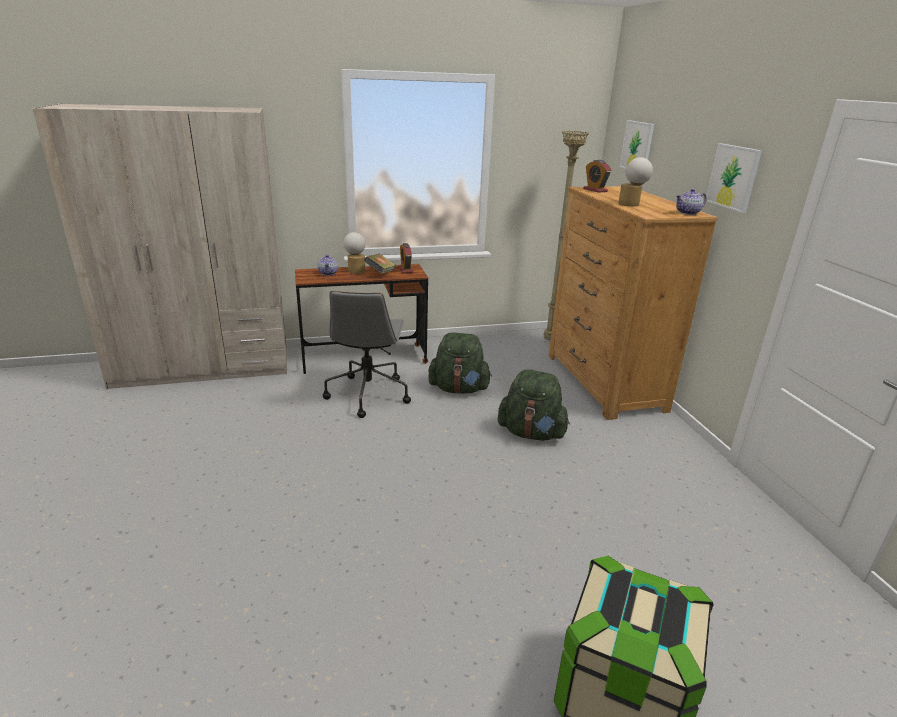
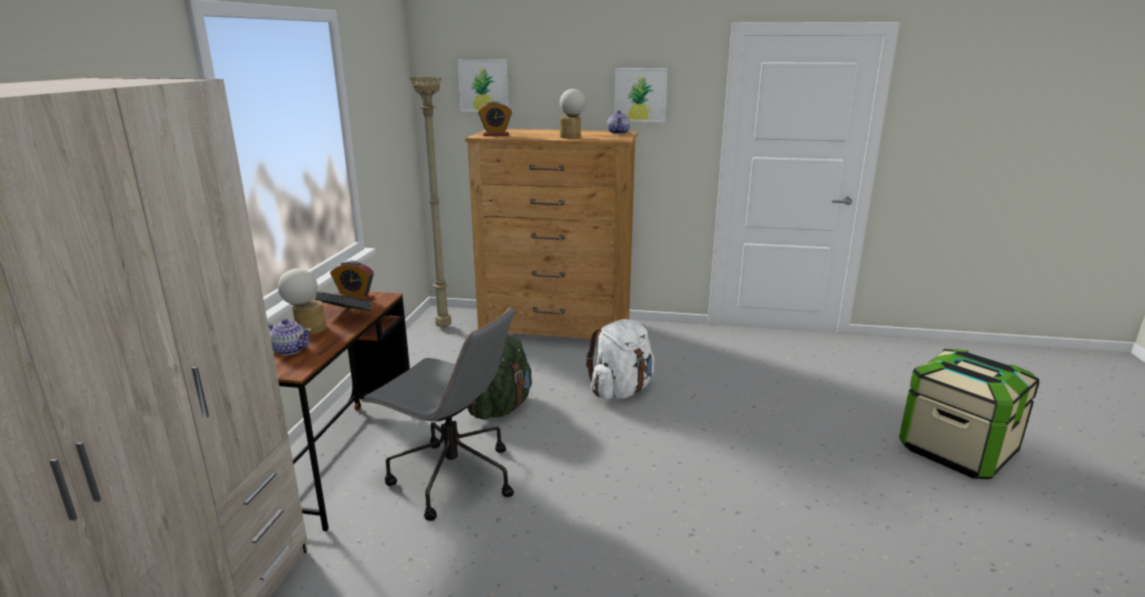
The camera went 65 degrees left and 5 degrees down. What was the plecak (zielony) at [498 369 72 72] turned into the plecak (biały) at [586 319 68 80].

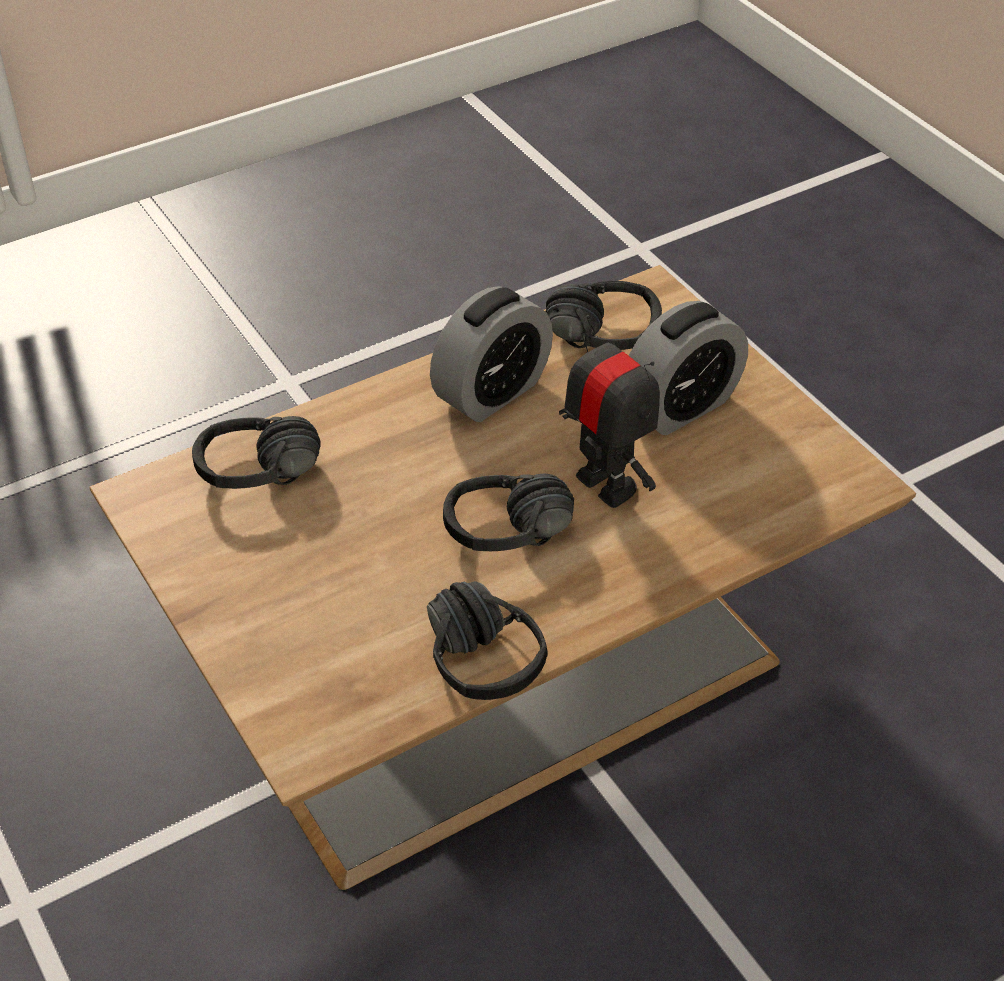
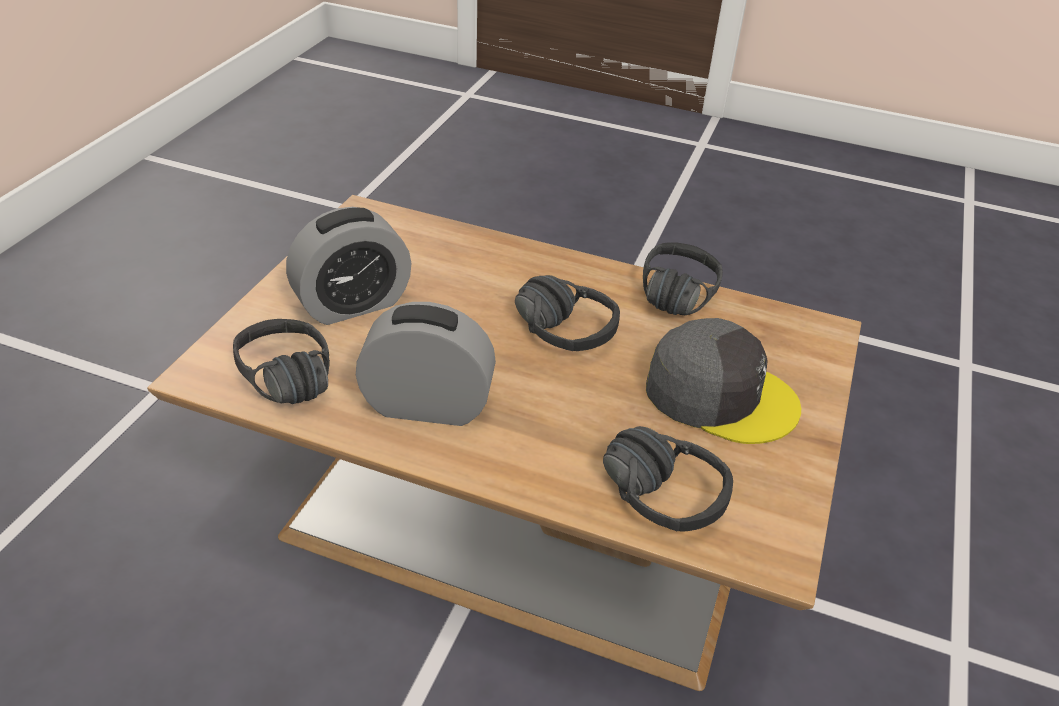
The camera went 130 degrees left and 5 degrees down. The second view lost the robot zabawkowy at [559 315 101 193]. The second view gained the czapka z daszkiem (szary) at [646 318 155 126]. The budzik at [628 301 120 134] ended up facing another way, 135 degrees clockwise from before.

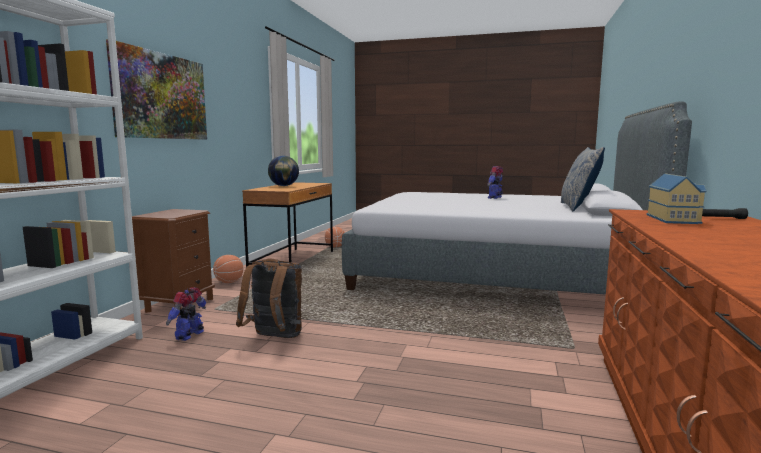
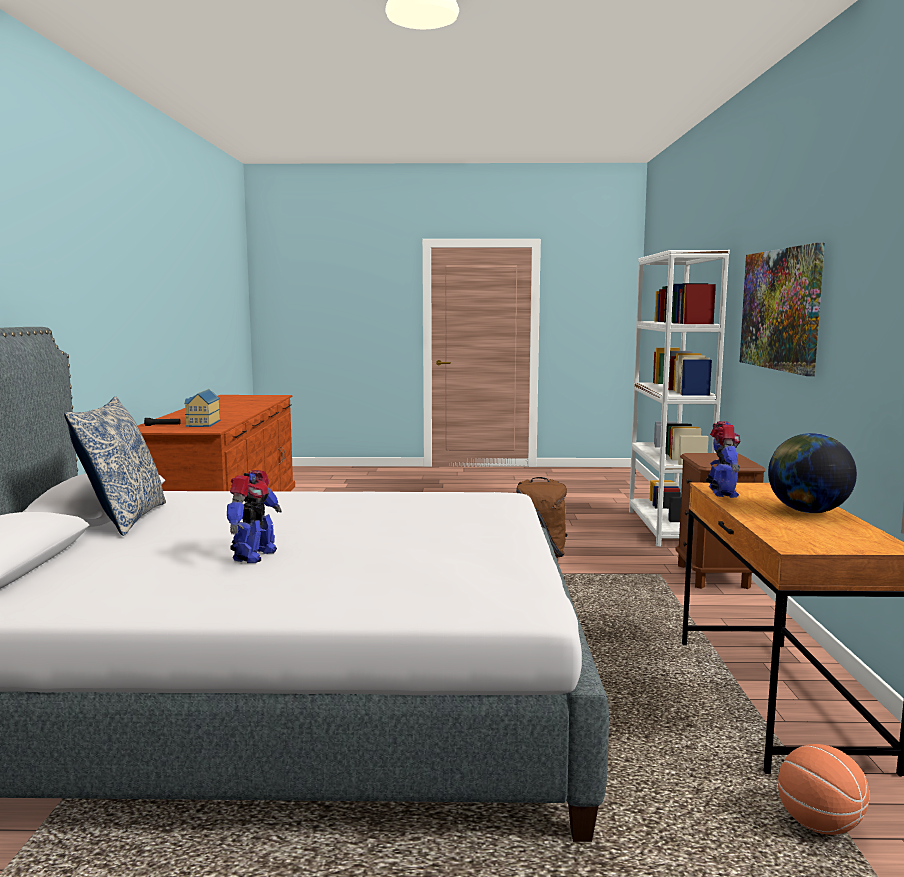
The camera went 165 degrees right and 0 degrees up. The second view lost the piłka do koszykówki at [213 255 30 28]. The robot zabawkowy ended up elsewhere, having gone from [166 288 40 53] to [706 421 35 77].

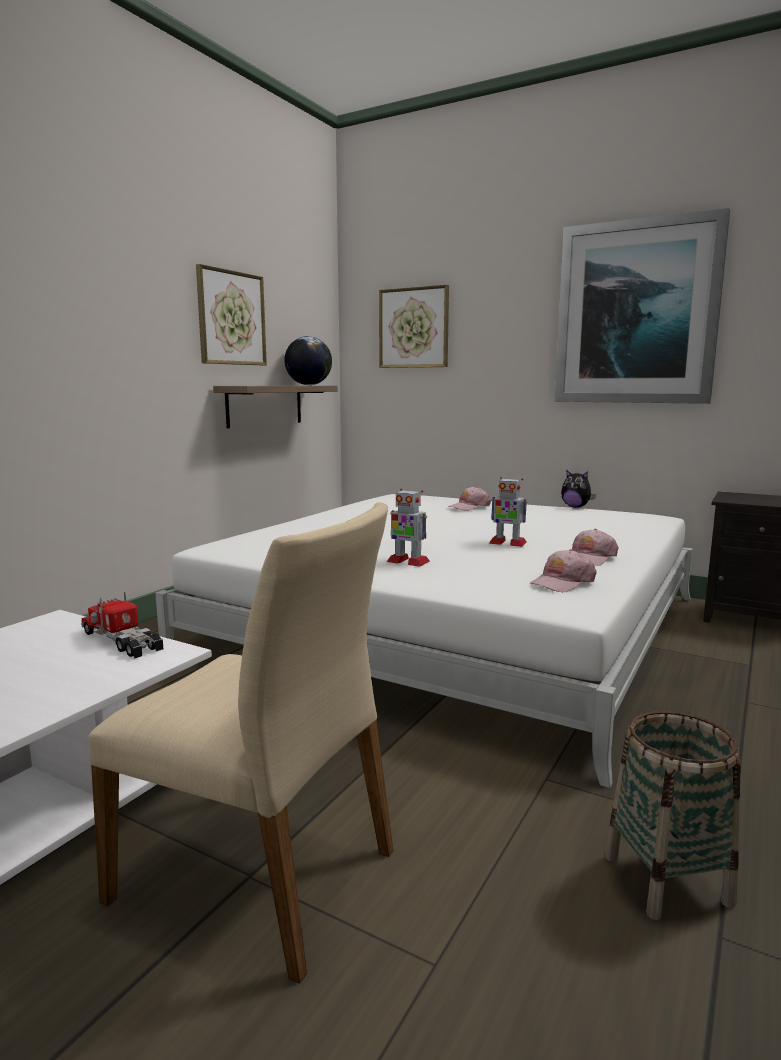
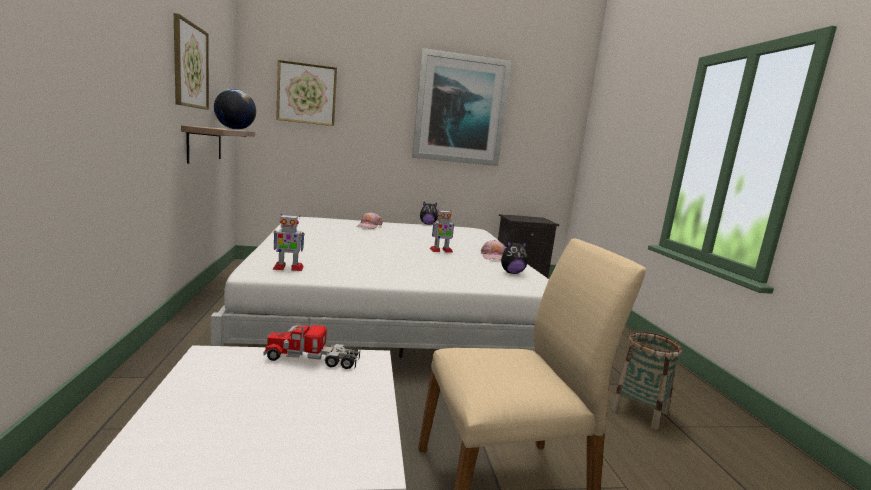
The camera went 40 degrees left and 0 degrees up. The robot zabawkowy ended up elsewhere, having gone from [387 489 43 78] to [272 214 33 57]. Where the czapka z daszkiem (różowy) stood at [530 549 67 43], the pluszak came to stand at [501 240 27 34].

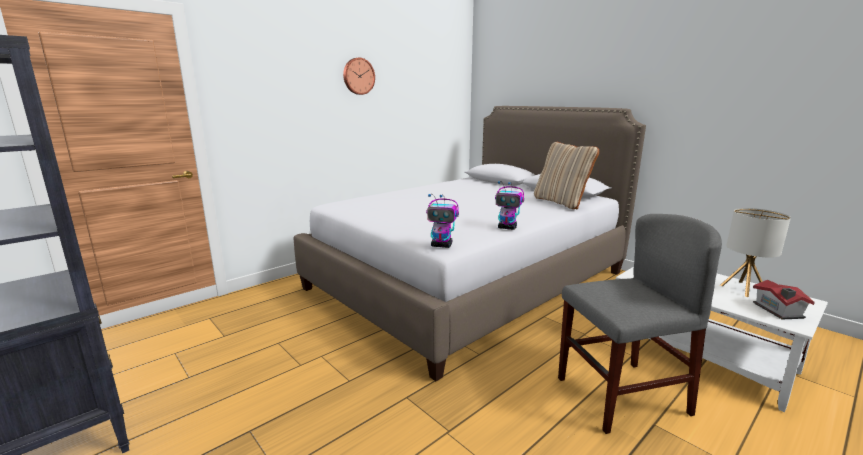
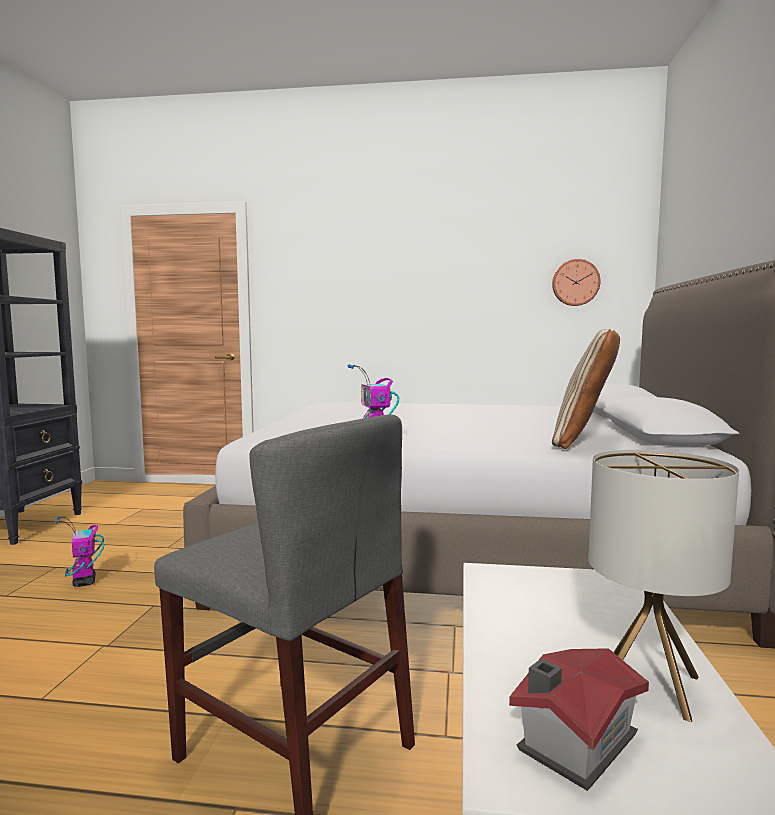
The camera went 50 degrees right and 10 degrees down. The zegar ścienny ended up elsewhere, having gone from [343 58 32 37] to [552 259 49 47]. The robot zabawkowy ended up elsewhere, having gone from [426 194 33 54] to [54 517 50 70].

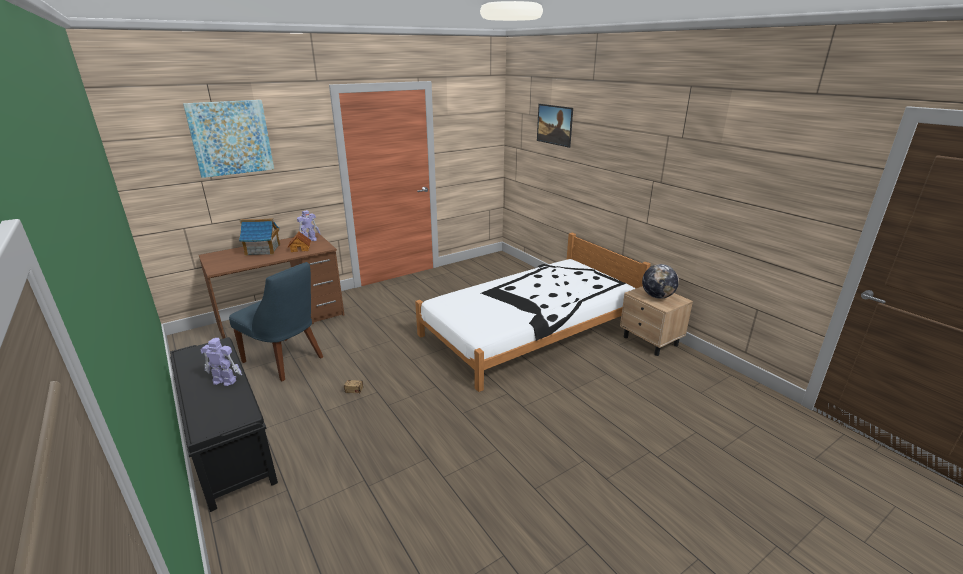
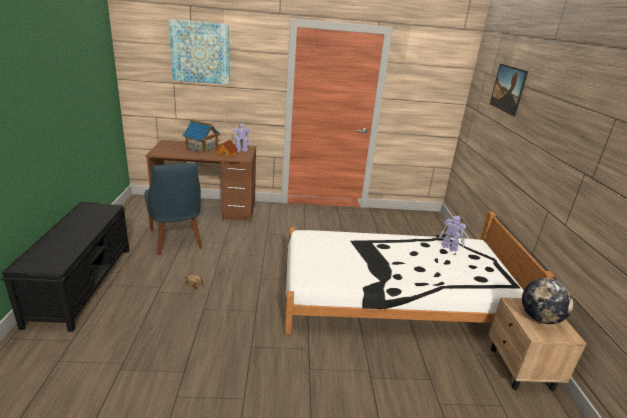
The camera went 30 degrees right and 0 degrees up. The robot zabawkowy ended up elsewhere, having gone from [201 338 41 48] to [439 216 27 35].

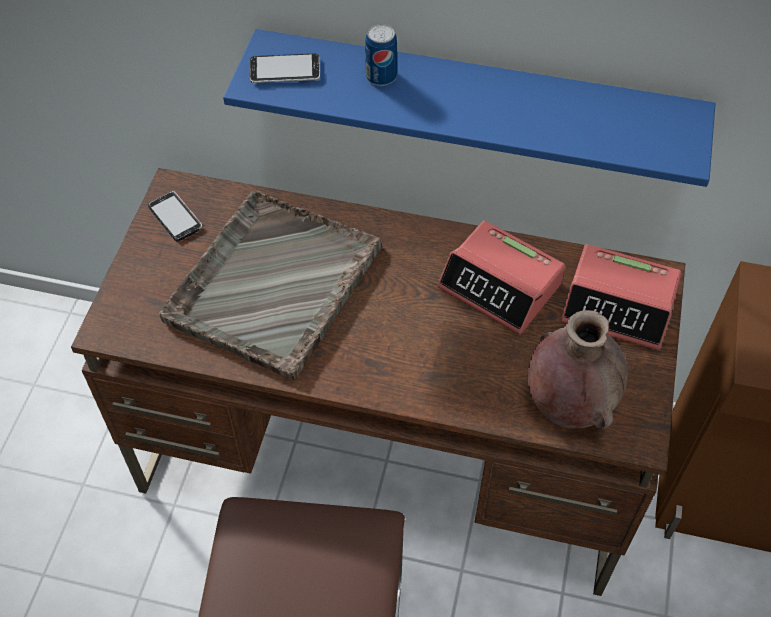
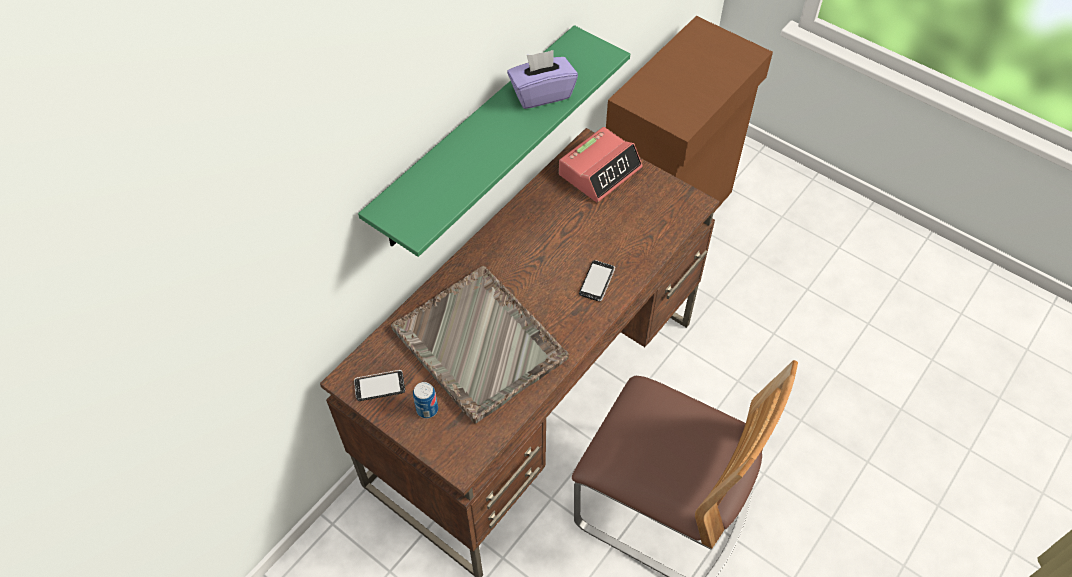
The camera went 65 degrees left and 0 degrees up. The second view lost the budzik at [438 221 127 114]. The second view lost the wazon (brązowy) at [528 310 100 119]. The second view gained the pudełko chusteczek (fioletowy) at [507 50 71 59]. The telefon ended up elsewhere, having gone from [250 54 70 30] to [579 260 36 41]. The puszka ended up elsewhere, having gone from [365 24 32 62] to [413 382 25 36]. What was the półka (niebieski) at [223 29 492 158] turned into the półka (zielony) at [358 25 272 232].

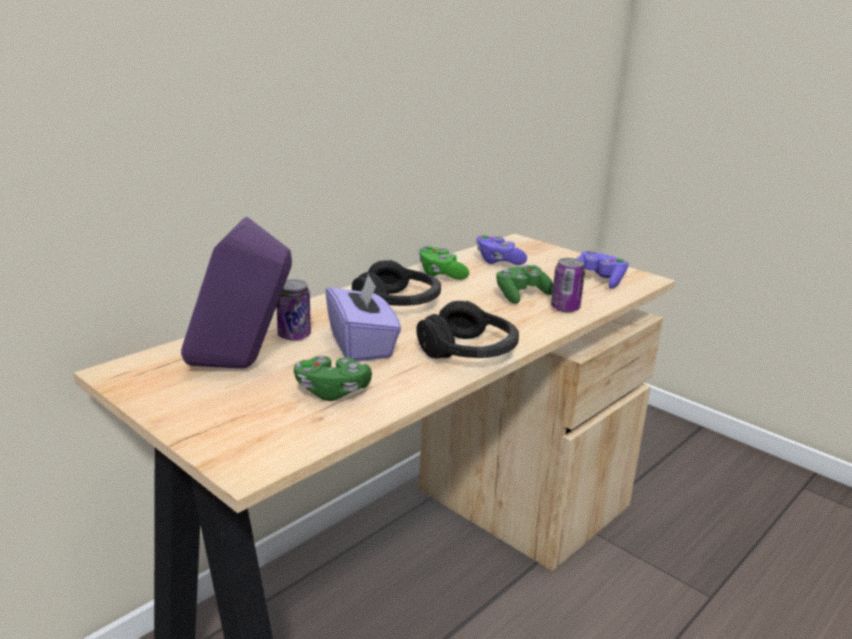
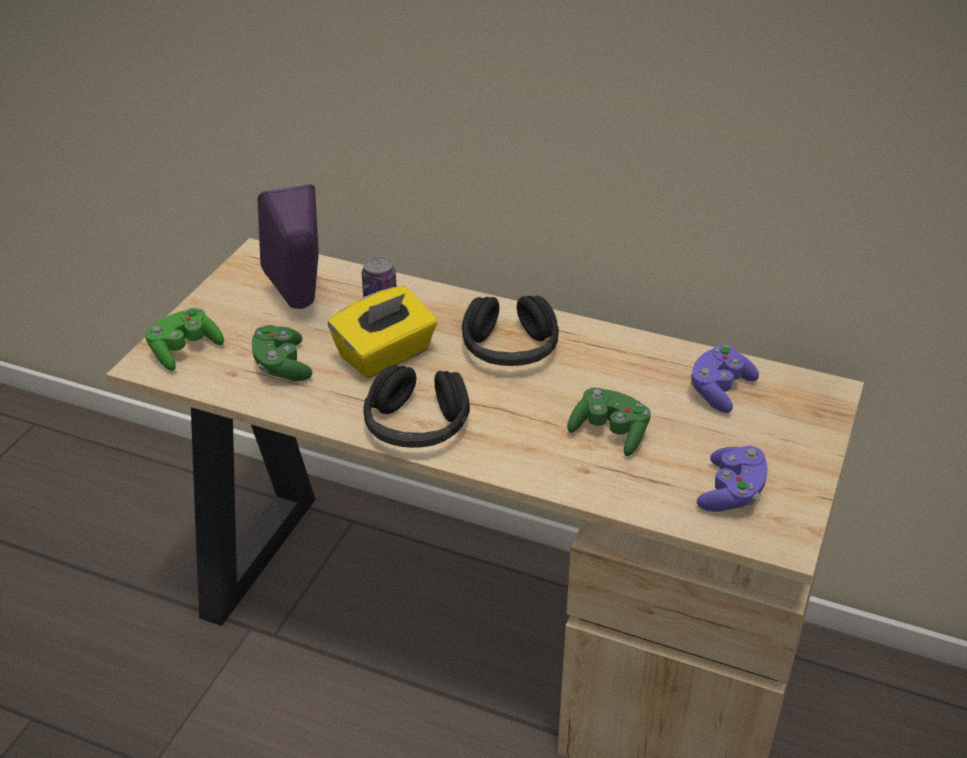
The camera went 70 degrees right and 15 degrees up. The second view lost the puszka at [551 258 34 54]. The pad do gier (zielony) ended up elsewhere, having gone from [418 246 51 34] to [145 308 79 63]. What was the pudełko chusteczek (fioletowy) at [325 273 76 89] turned into the pudełko chusteczek (żółty) at [328 286 110 93].

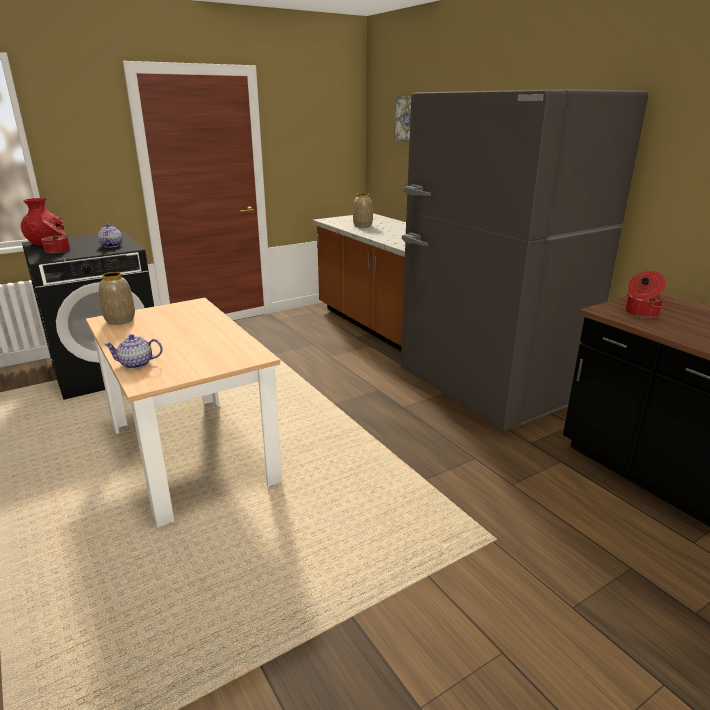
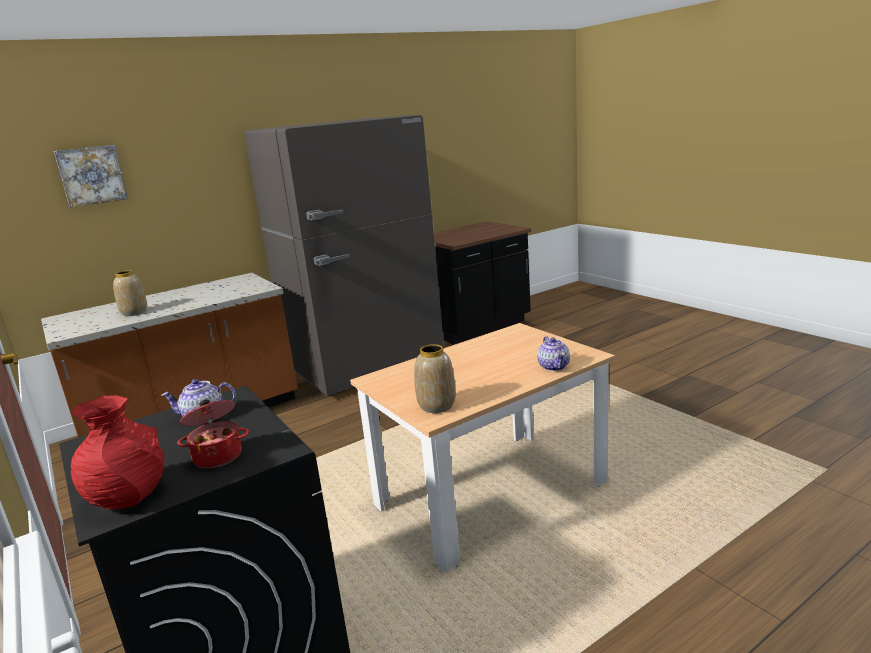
The camera went 90 degrees left and 5 degrees down. The second view lost the garnek at [626 271 40 47].

